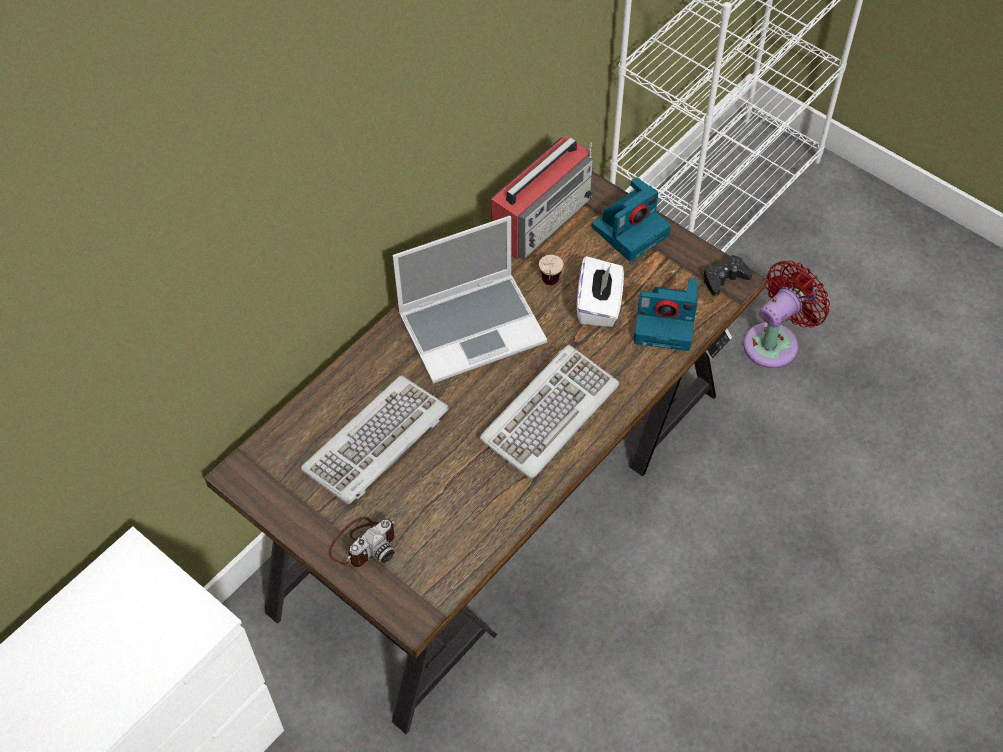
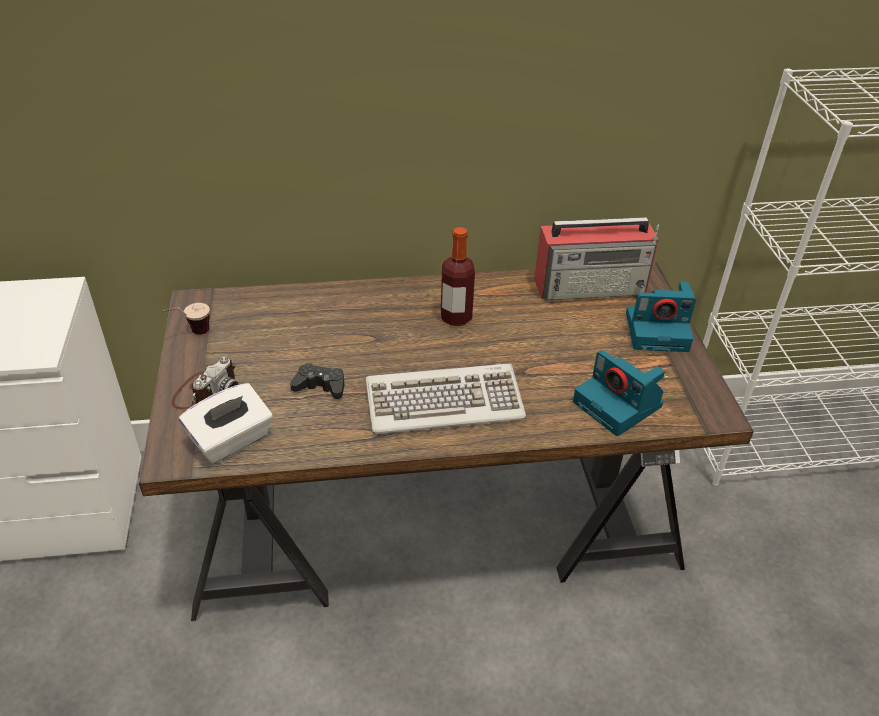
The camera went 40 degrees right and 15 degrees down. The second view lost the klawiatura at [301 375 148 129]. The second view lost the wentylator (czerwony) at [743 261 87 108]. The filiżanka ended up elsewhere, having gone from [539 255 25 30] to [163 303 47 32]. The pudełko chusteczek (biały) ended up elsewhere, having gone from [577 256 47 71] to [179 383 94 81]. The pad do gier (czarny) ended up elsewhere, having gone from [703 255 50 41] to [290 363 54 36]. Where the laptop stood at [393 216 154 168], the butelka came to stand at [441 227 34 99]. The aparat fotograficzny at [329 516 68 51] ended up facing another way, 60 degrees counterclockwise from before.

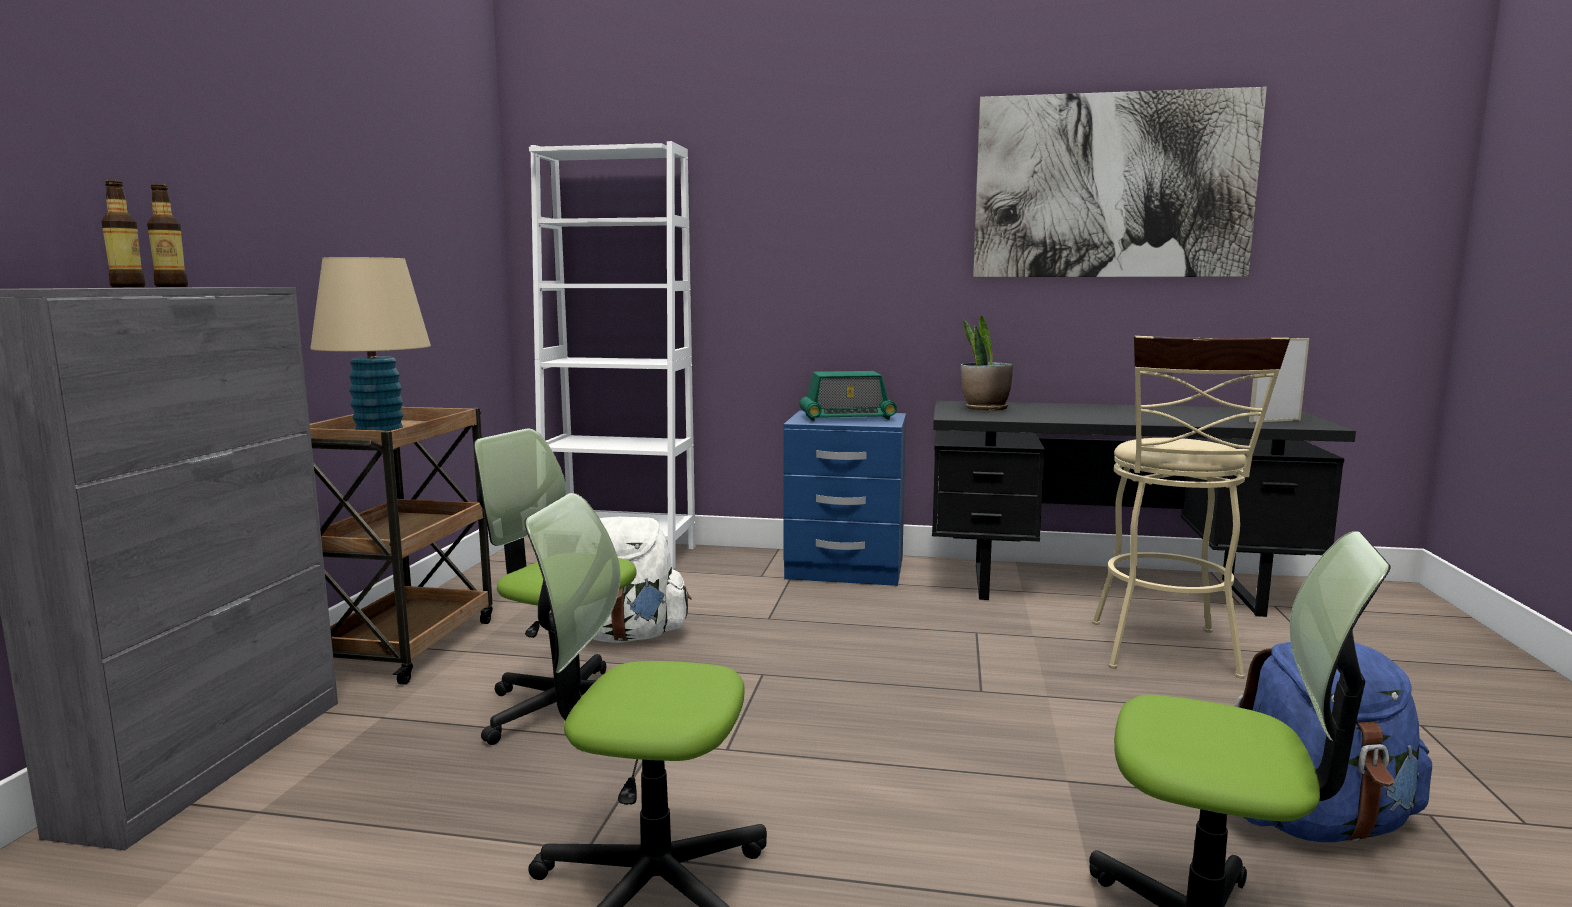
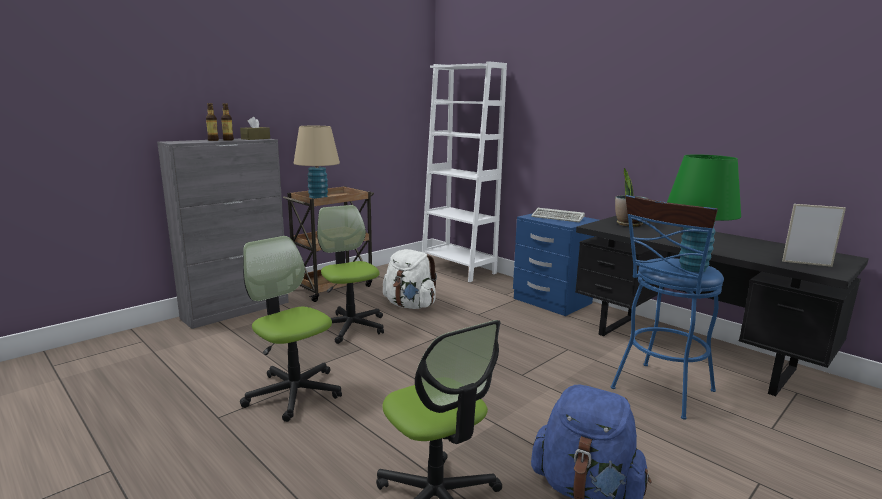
The camera went 35 degrees right and 5 degrees up. The second view lost the obraz at [973 87 294 190]. The second view gained the pudełko chusteczek (brązowy) at [240 117 30 23]. The second view gained the lampa stołowa (zielony) at [667 154 74 118]. Where the radio stood at [799 371 98 50], the klawiatura came to stand at [531 208 54 14]. What was the stołek (beżowy) at [1092 336 198 343] turned into the stołek (niebieski) at [611 195 113 225].

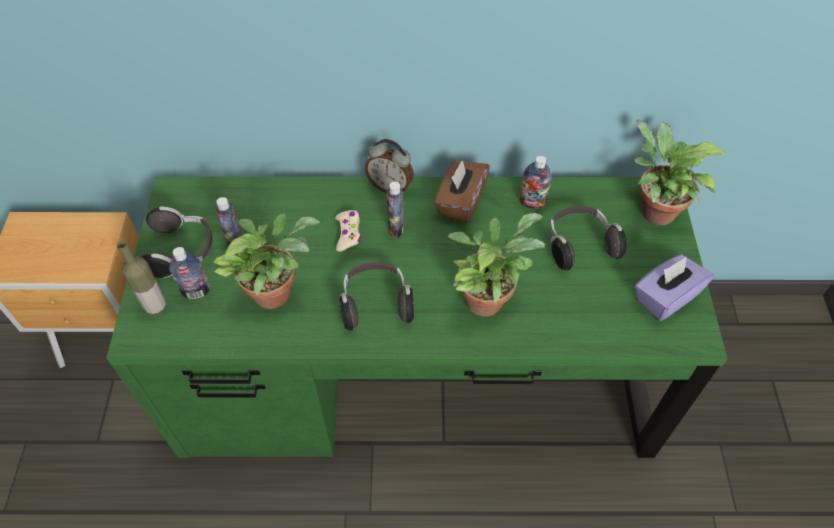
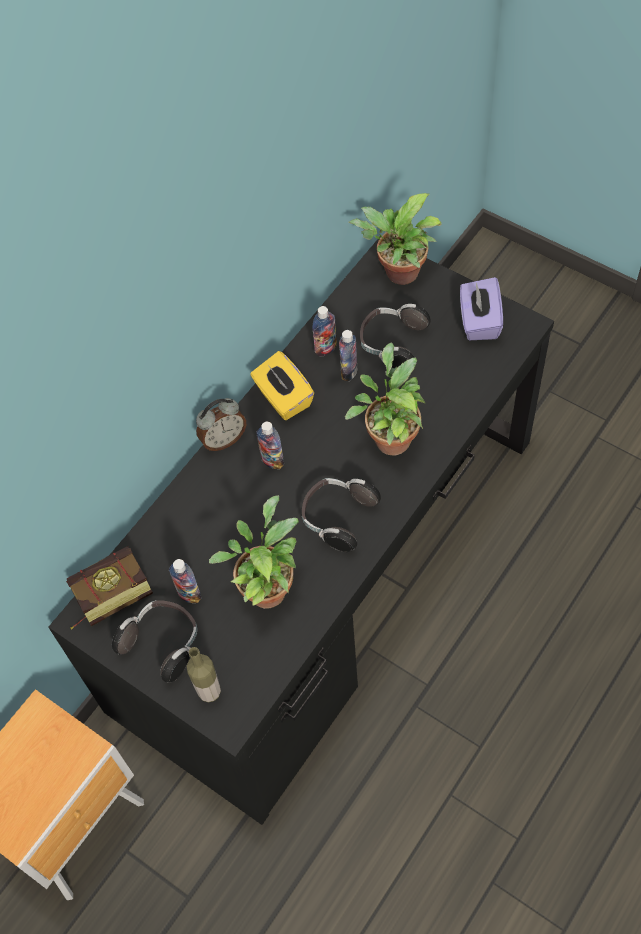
The camera went 50 degrees left and 5 degrees up. The second view lost the pad do gier (beżowy) at [335 210 26 42]. The second view gained the książka at [66 547 87 83]. The butelka ended up elsewhere, having gone from [169 247 41 52] to [339 330 18 51]. What was the biurko (zielony) at [106 177 621 281] turned into the biurko (czarny) at [48 237 506 588]. What was the pudełko chusteczek (brązowy) at [434 159 56 64] turned into the pudełko chusteczek (żółty) at [250 351 64 69].

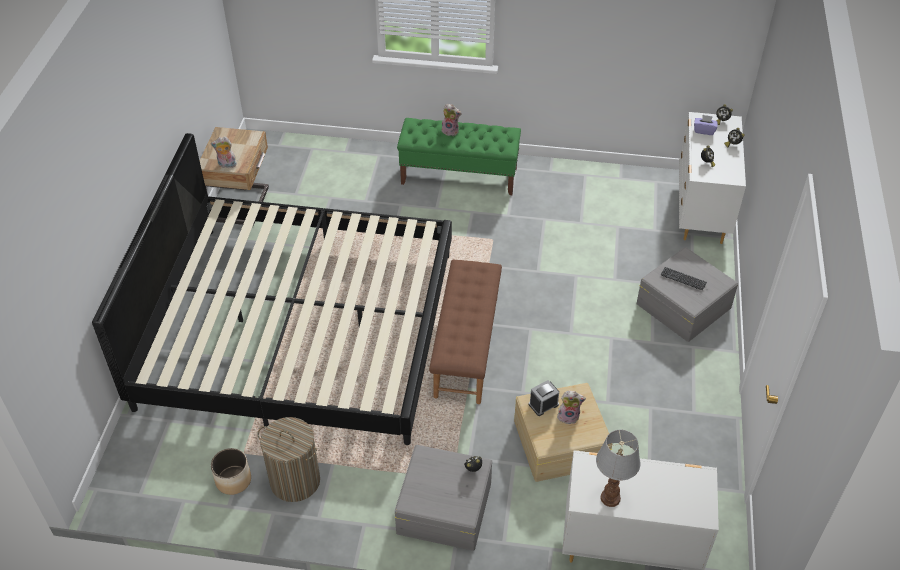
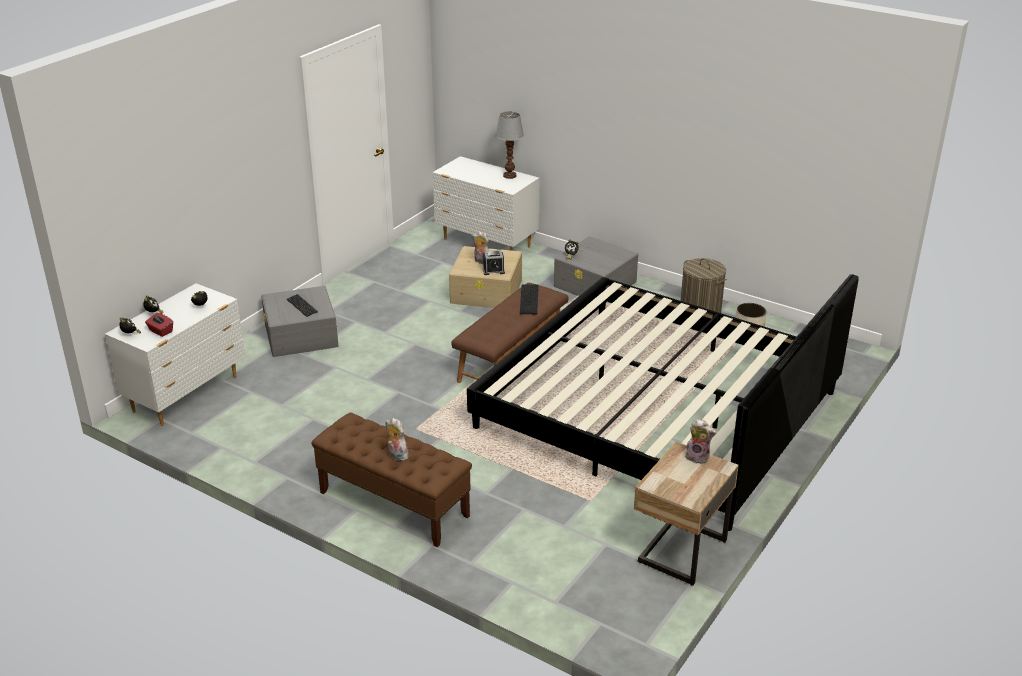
The camera went 155 degrees left and 15 degrees down. The second view gained the klawiatura at [520 284 19 30]. What was the ławka (zielony) at [397 118 124 77] turned into the ławka (brązowy) at [312 412 160 135]. What was the pudełko chusteczek (fioletowy) at [694 115 24 20] turned into the pudełko chusteczek (czerwony) at [145 313 28 24].

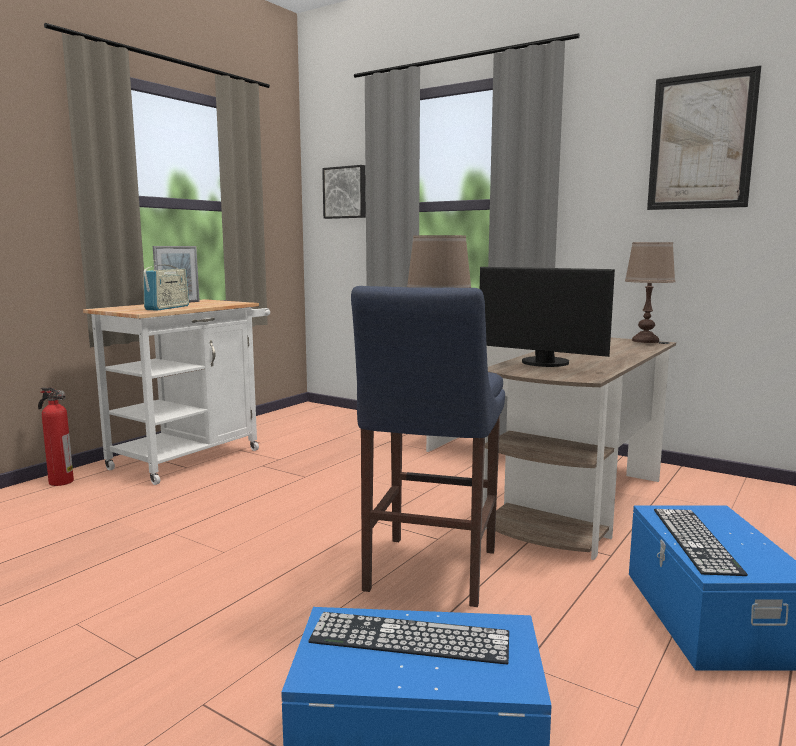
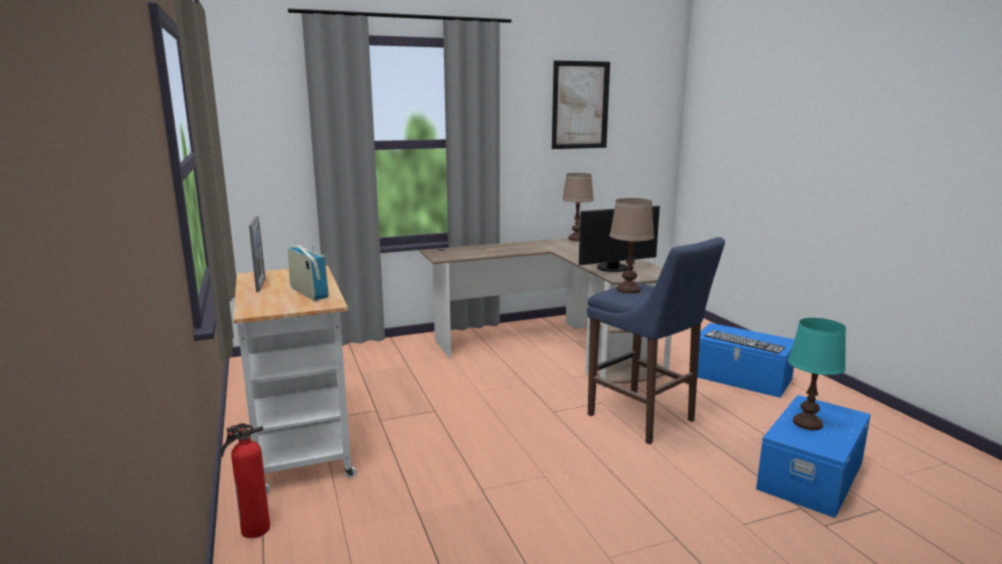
The camera went 55 degrees left and 5 degrees up. The second view lost the obraz at [322 165 44 54]. Where the klawiatura stood at [308 612 201 52], the lampa stołowa (turkusowy) came to stand at [788 318 58 112].

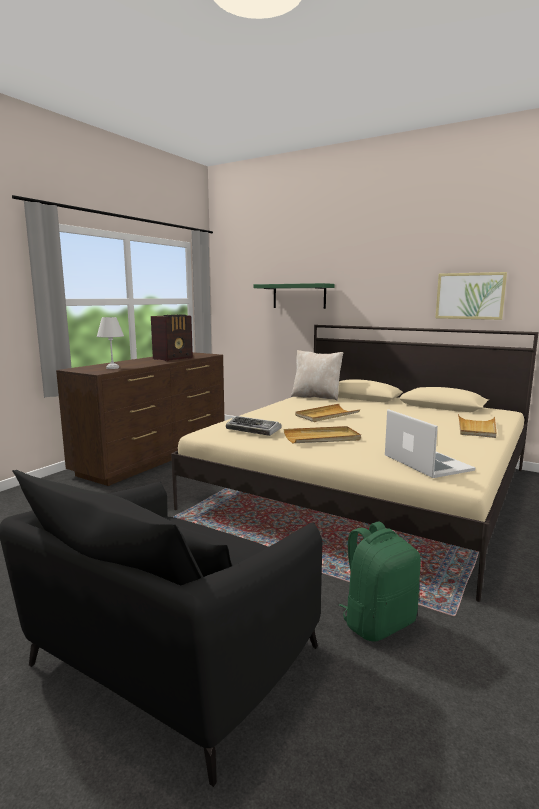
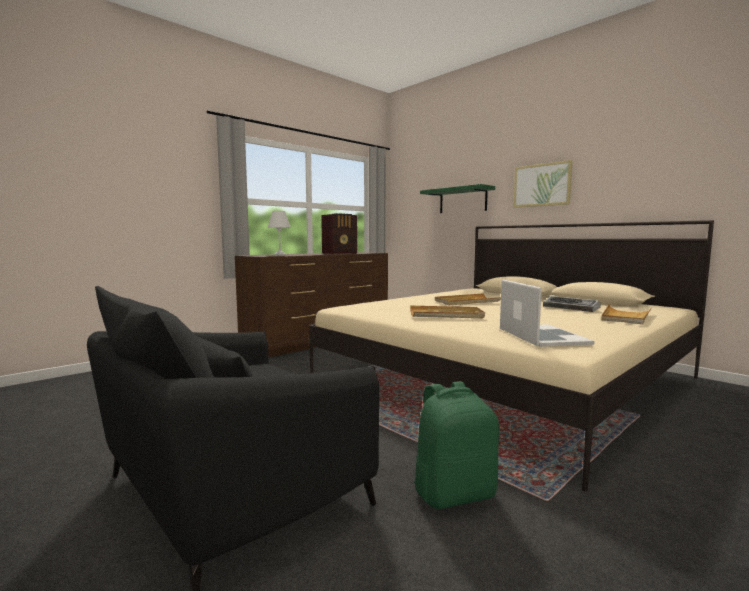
The camera went 15 degrees right and 5 degrees down. The second view lost the poduszka (beżowy) at [291 350 52 51]. The klawiatura ended up elsewhere, having gone from [226 416 55 20] to [543 296 58 16]. The obraz ended up elsewhere, having gone from [435 272 72 48] to [513 160 60 48].

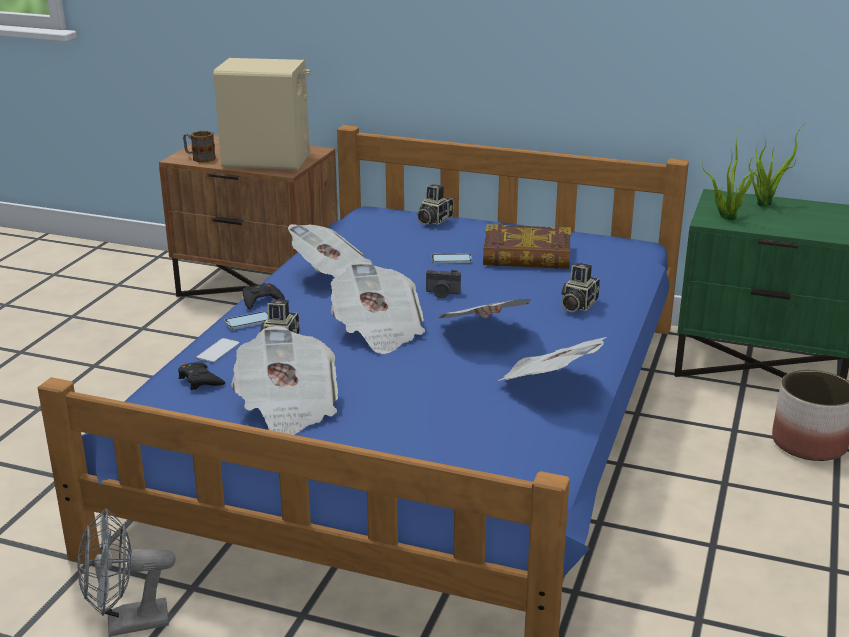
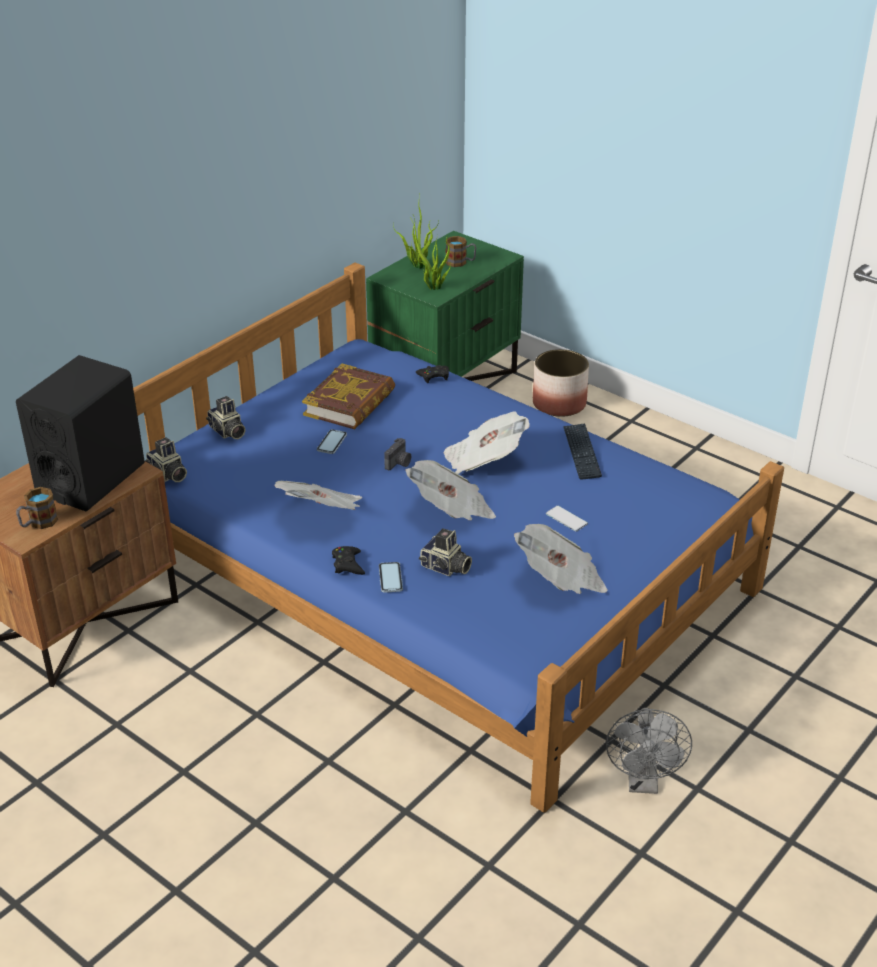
The camera went 70 degrees left and 10 degrees up. The second view gained the kubek at [446 236 30 31]. The pad do gier (czarny) ended up elsewhere, having gone from [178 362 47 28] to [416 365 33 18]. The telefon ended up elsewhere, having gone from [196 338 44 25] to [546 506 42 25]. The aparat fotograficzny ended up elsewhere, having gone from [561 263 39 49] to [145 437 42 45]. Where the gazeta stood at [498 337 108 44], the klawiatura came to stand at [563 423 39 57]. What was the głośnik (beżowy) at [213 58 97 112] turned into the głośnik (czarny) at [16 355 129 156].

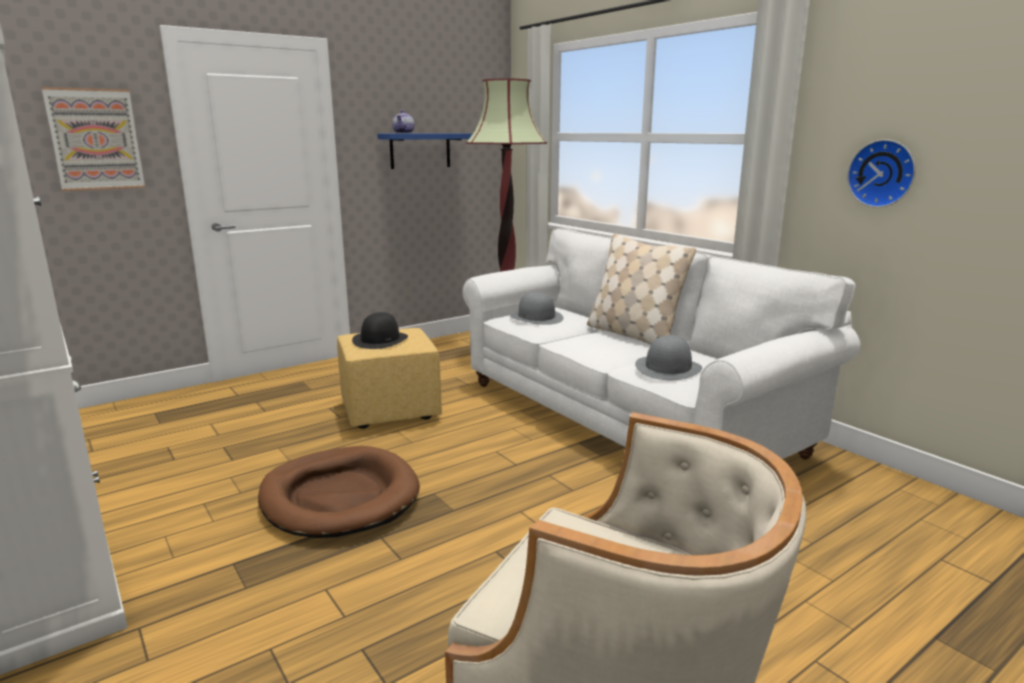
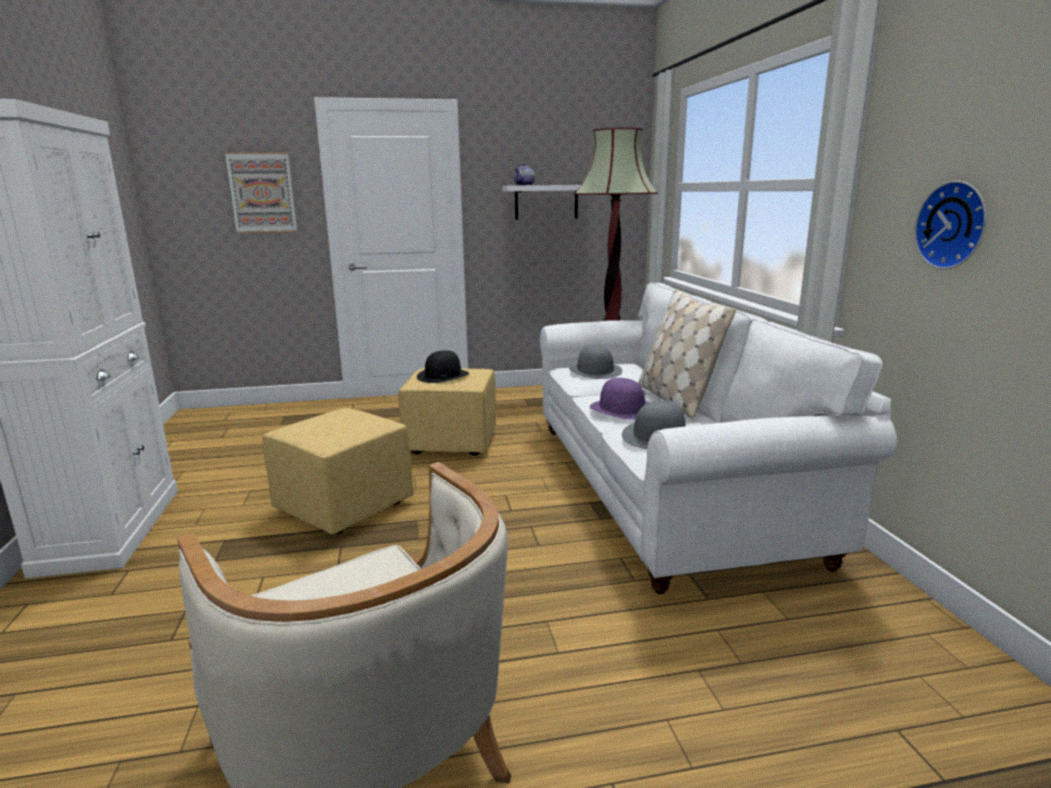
The camera went 25 degrees right and 0 degrees up. The second view gained the kapelusz (fioletowy) at [590 378 59 42]. Where the legowisko (brązowy) stood at [258 446 162 92], the pufa (żółty) came to stand at [263 408 151 126]. What was the półka (niebieski) at [377 133 96 36] turned into the półka (biały) at [503 185 78 35].

